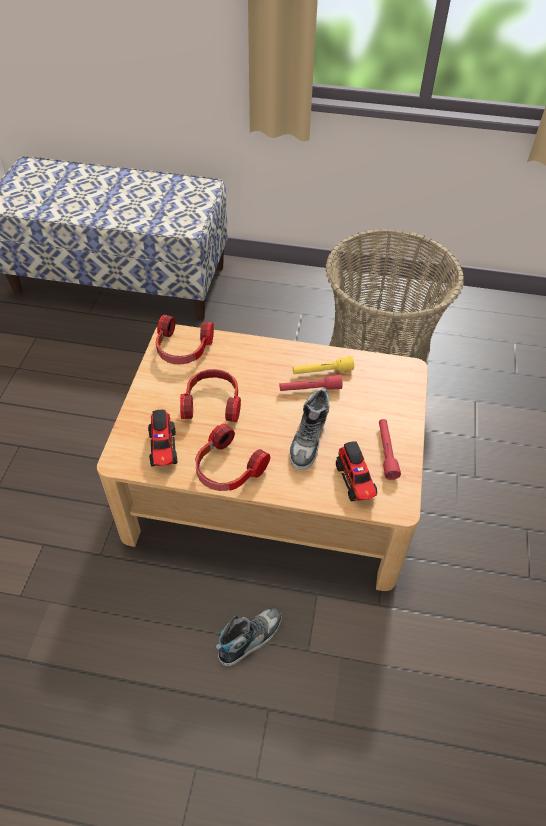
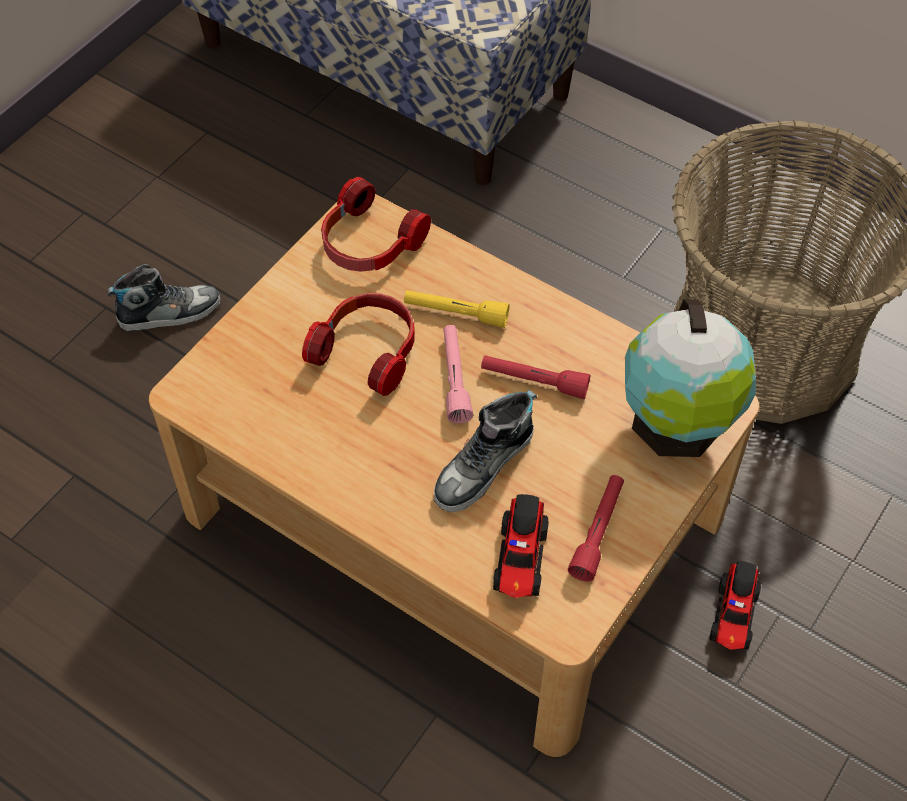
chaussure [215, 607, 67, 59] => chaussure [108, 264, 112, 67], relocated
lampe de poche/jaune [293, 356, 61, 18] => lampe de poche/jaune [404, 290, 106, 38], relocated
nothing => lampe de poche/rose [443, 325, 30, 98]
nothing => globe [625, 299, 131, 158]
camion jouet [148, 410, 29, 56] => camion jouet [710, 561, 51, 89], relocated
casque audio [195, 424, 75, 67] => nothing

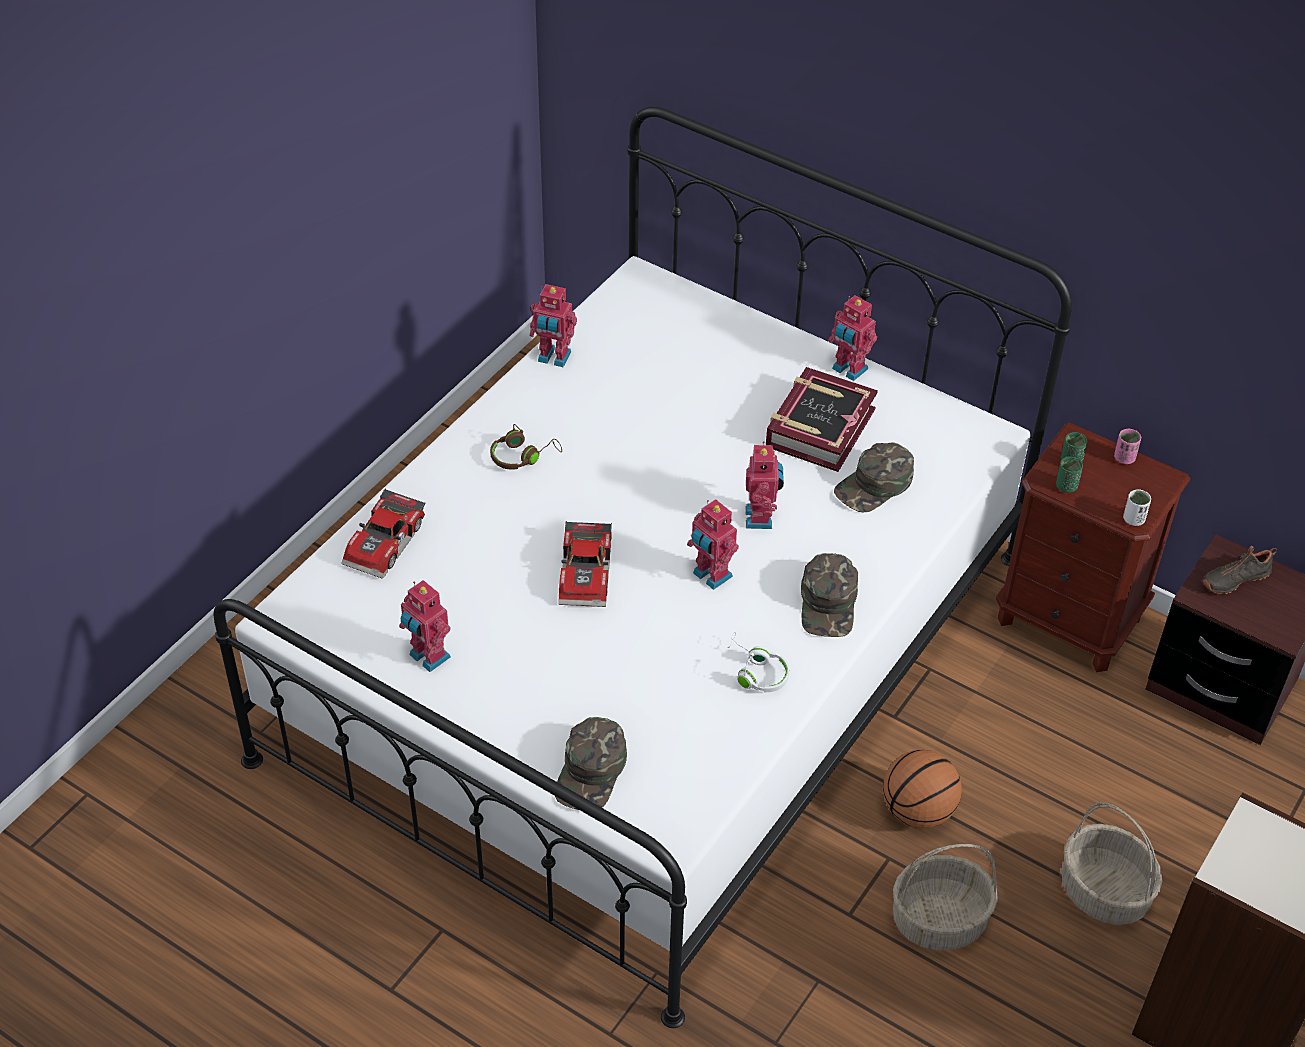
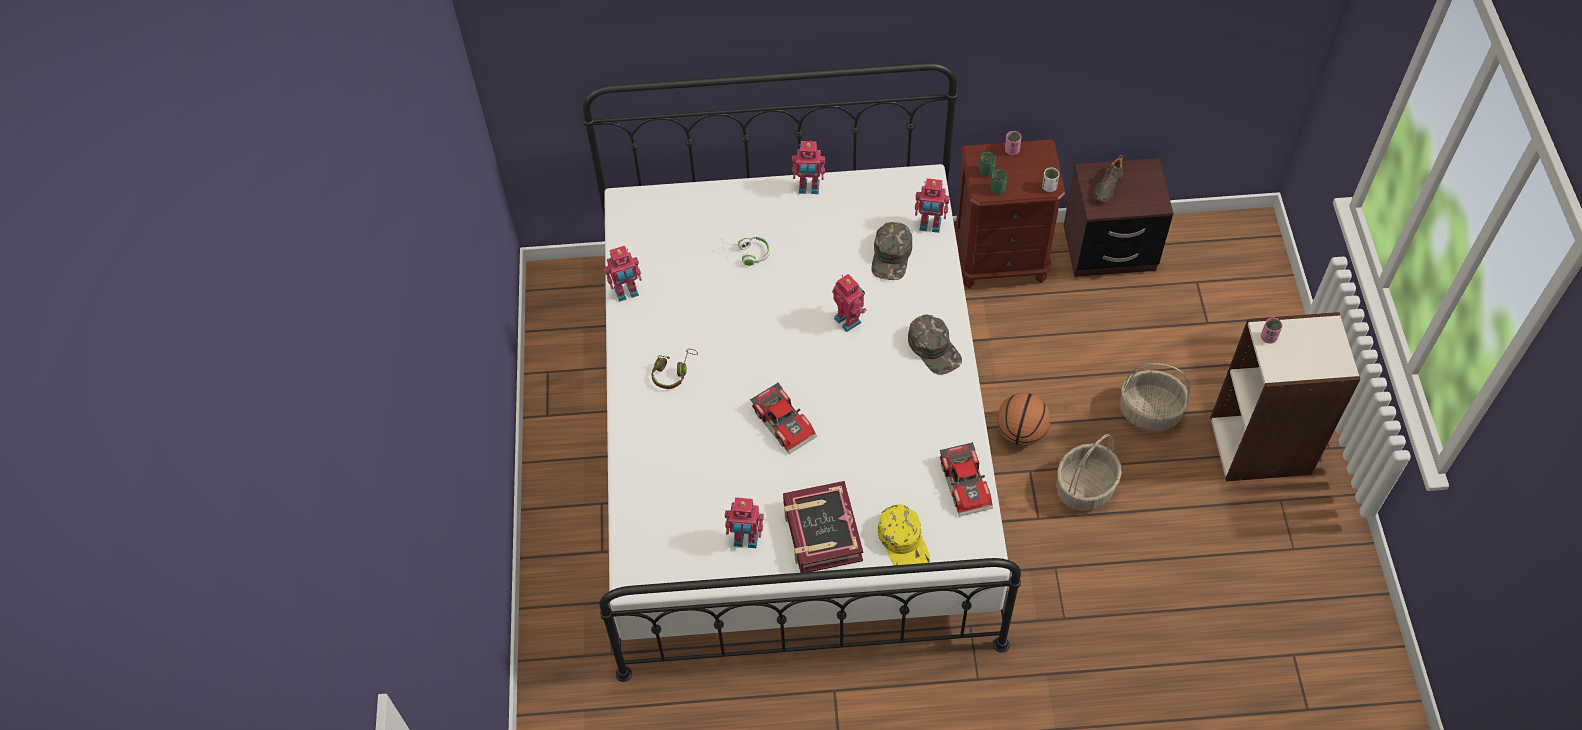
casque audio/blanc [727, 632, 63, 60] => casque audio/blanc [722, 236, 48, 30], relocated
livre [766, 367, 112, 105] => livre [783, 481, 80, 92], relocated
casquette/vert [555, 717, 72, 93] => casquette/jaune [878, 504, 52, 62]
robot jouet [687, 499, 52, 91] => robot jouet [915, 178, 34, 55], relocated
petite voiture [341, 489, 84, 90] => petite voiture [940, 442, 53, 75], relocated
nothing => tasse/rose [1261, 318, 21, 26]

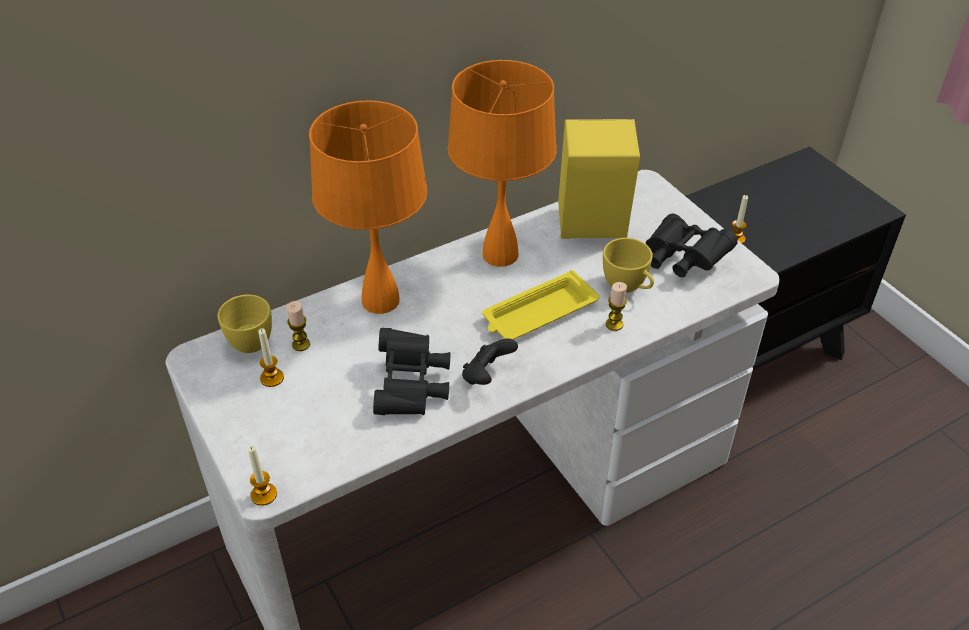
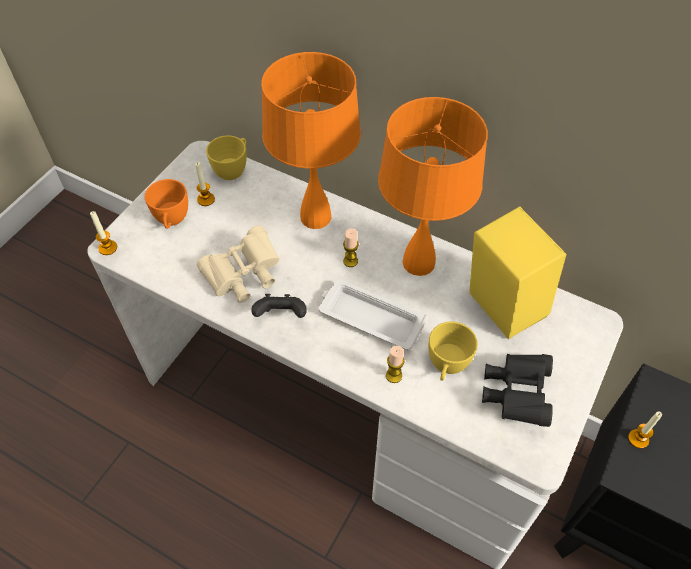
nothing => tasse/orange [145, 179, 43, 50]
jumelles/noir [373, 328, 77, 87] => jumelles/beige [197, 226, 83, 77]
plateau/jaune [482, 270, 118, 70] => plateau/blanc [319, 279, 108, 71]
bougie [287, 301, 23, 50] => bougie [343, 228, 16, 39], relocated

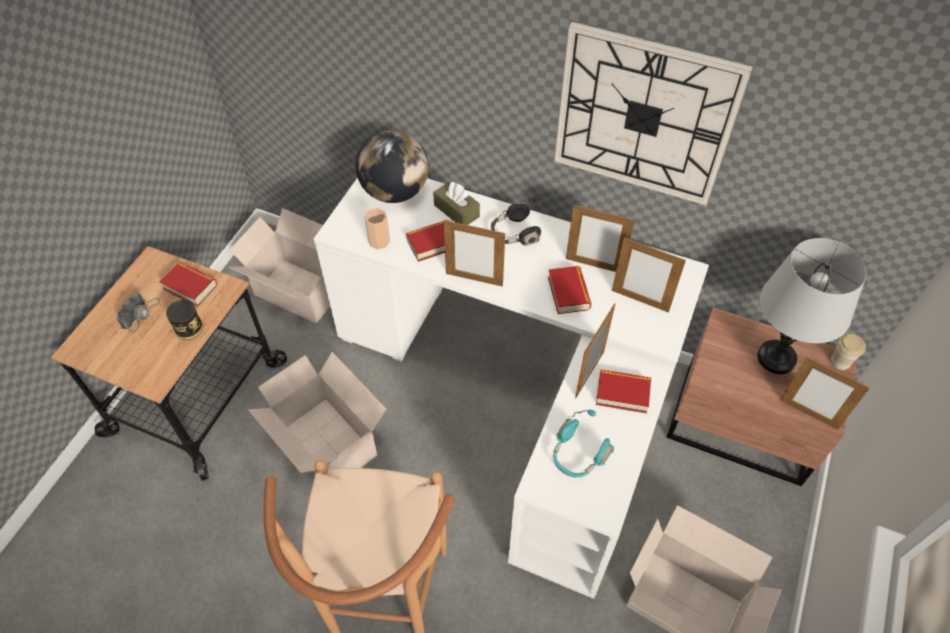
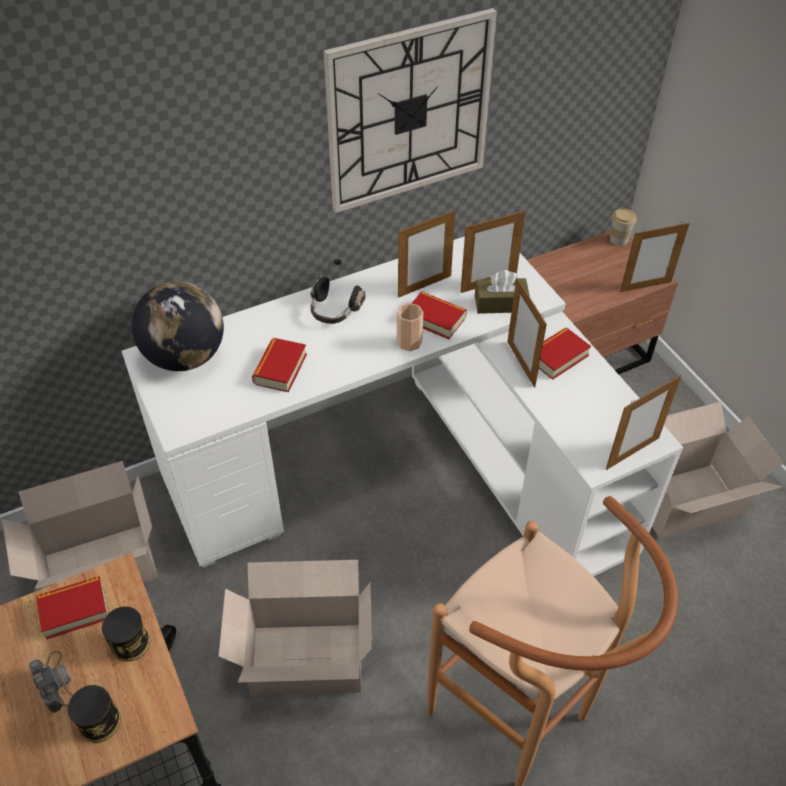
nothing => boîte métallique [68, 685, 52, 58]
tasse [364, 208, 26, 41] => tasse [397, 303, 26, 48], relocated
boîte à mouchoirs/marron [433, 181, 47, 44] => boîte à mouchoirs/marron [475, 270, 55, 44], relocated
cadre photo [444, 220, 61, 67] => cadre photo [606, 375, 75, 95], relocated
casque audio/turquoise [553, 409, 61, 68] => nothing
lampe de table/gris [757, 238, 109, 136] => nothing

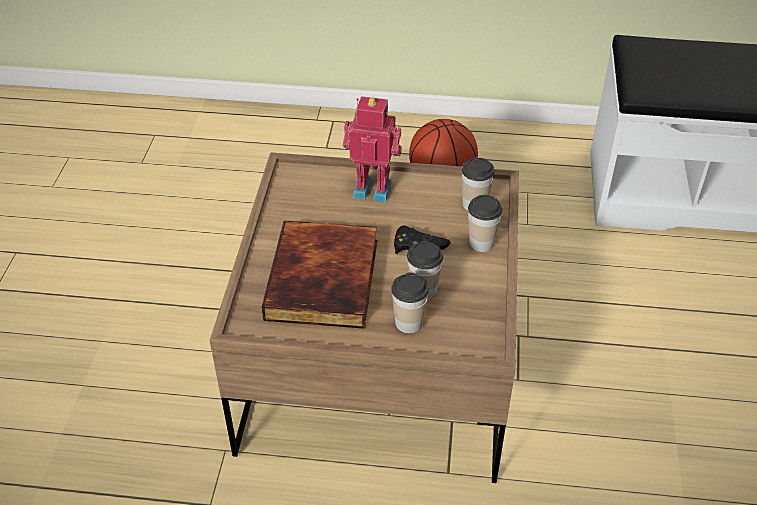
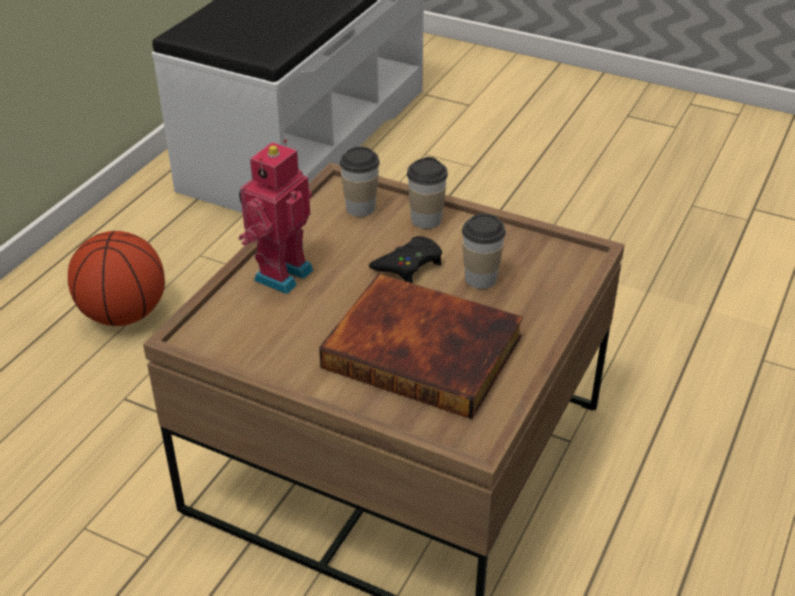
tasse [391, 272, 38, 61] => nothing

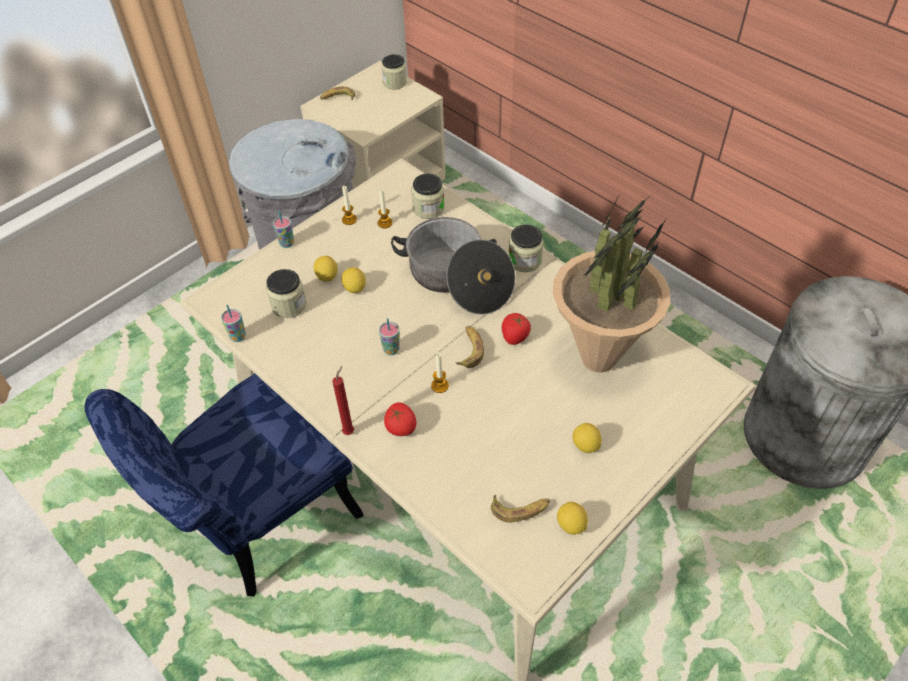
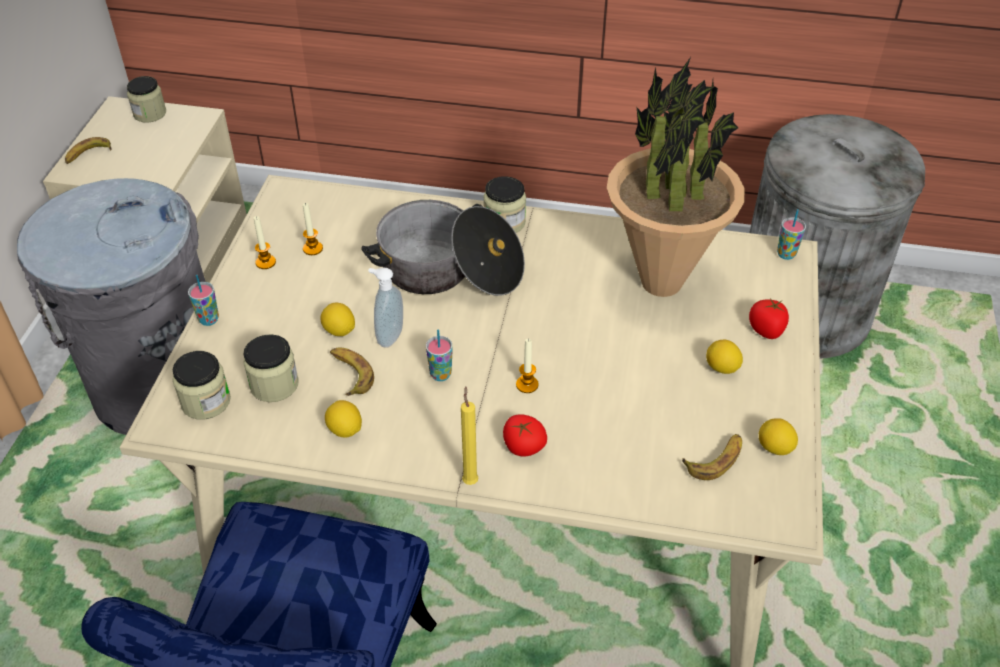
bocal [412, 174, 33, 45] => bocal [173, 351, 58, 69], relocated
citron [314, 256, 24, 26] => citron [325, 400, 37, 38], relocated
banane [455, 326, 29, 42] => banane [330, 347, 44, 49], relocated
nothing => distributeur de savon [368, 268, 35, 80]
bougie/rouge [332, 366, 22, 69] => bougie/jaune [461, 386, 17, 99]
tomate [502, 313, 29, 32] => tomate [749, 298, 40, 41], relocated
tasse [221, 305, 25, 37] => tasse [777, 209, 29, 51], relocated

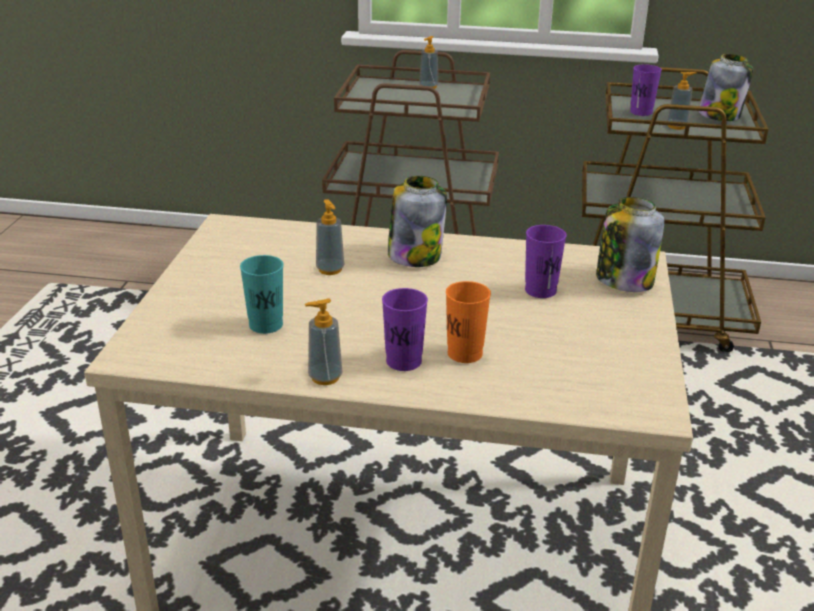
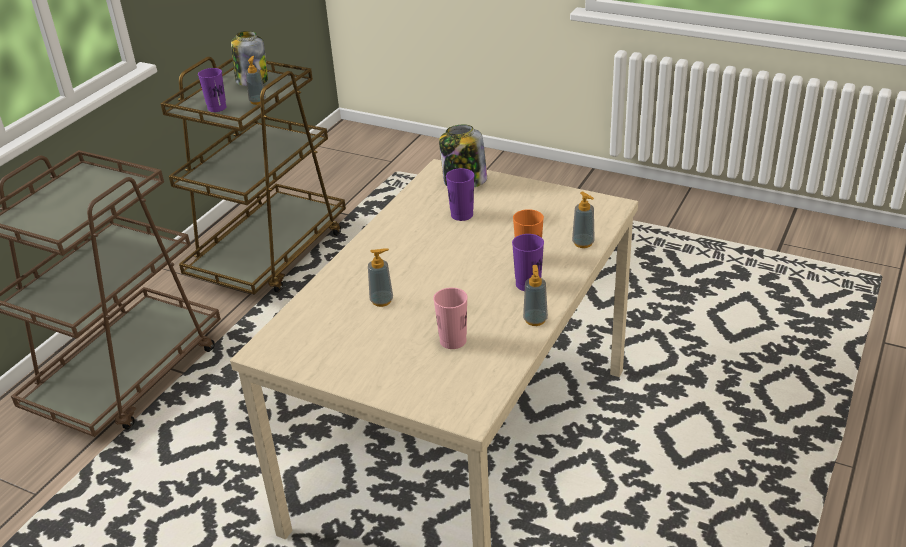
tasse/turquoise [240, 255, 43, 79] => tasse/rose [433, 288, 35, 61]
distributeur de savon [419, 36, 19, 53] => distributeur de savon [572, 192, 23, 56], relocated
bocal [388, 176, 59, 91] => nothing

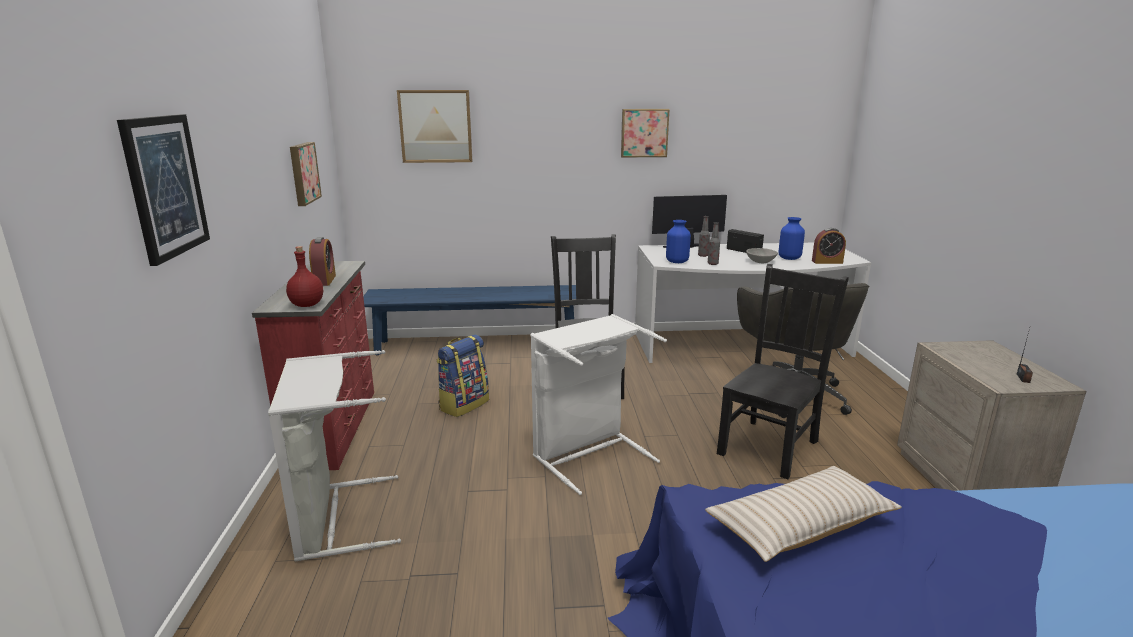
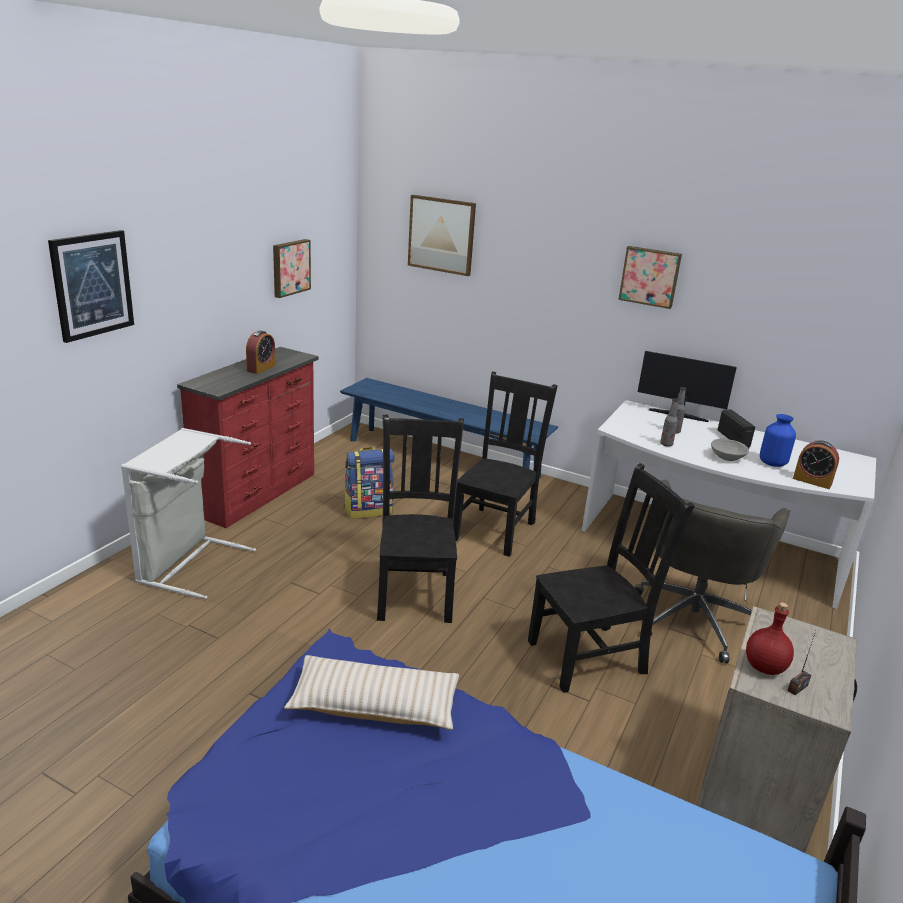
panier à linge/blanc [530, 314, 137, 181] => chaise/noir [377, 415, 87, 208]
bouteille/rouge [286, 246, 37, 61] => bouteille/rouge [746, 602, 48, 73], relocated
vase/bleu [666, 220, 25, 43] => nothing

